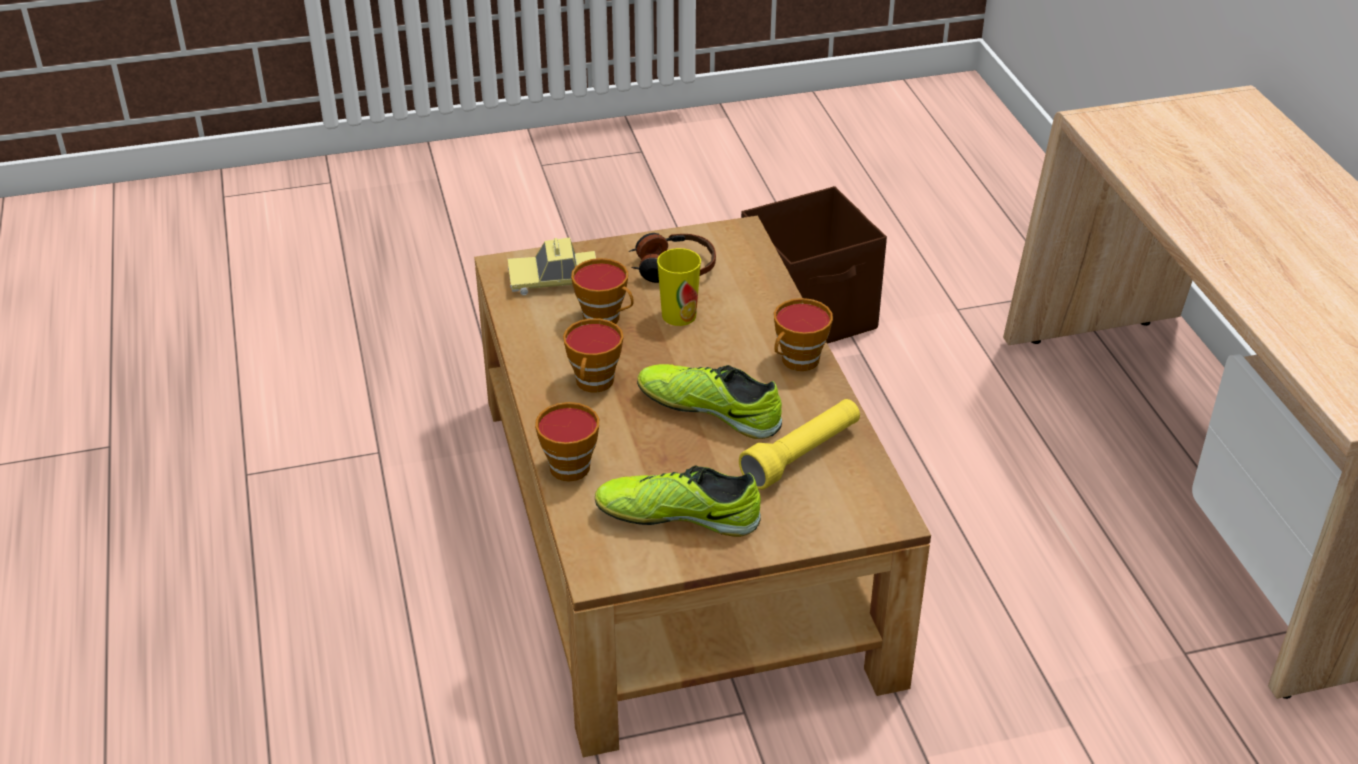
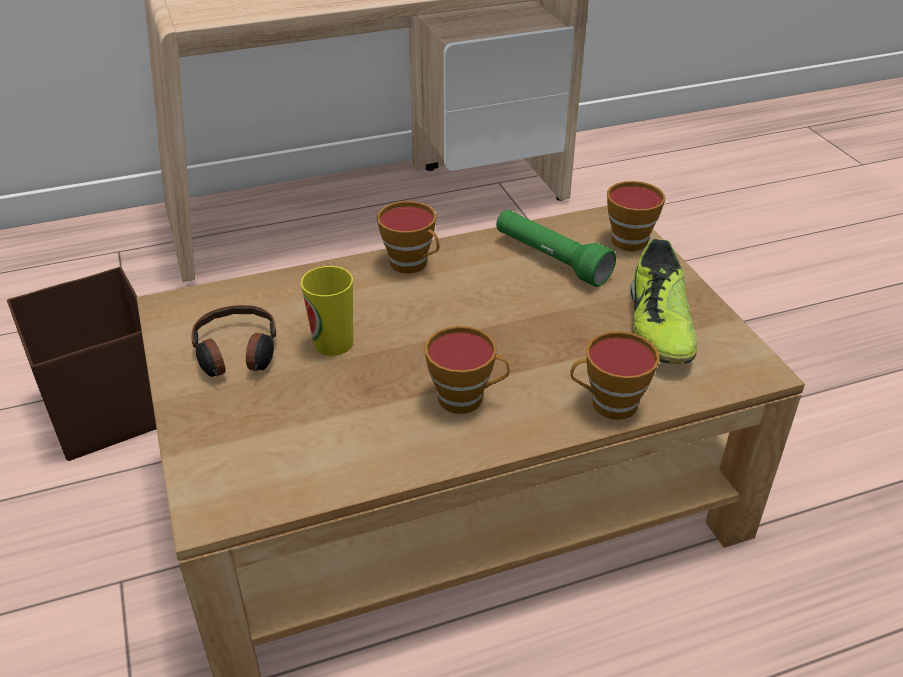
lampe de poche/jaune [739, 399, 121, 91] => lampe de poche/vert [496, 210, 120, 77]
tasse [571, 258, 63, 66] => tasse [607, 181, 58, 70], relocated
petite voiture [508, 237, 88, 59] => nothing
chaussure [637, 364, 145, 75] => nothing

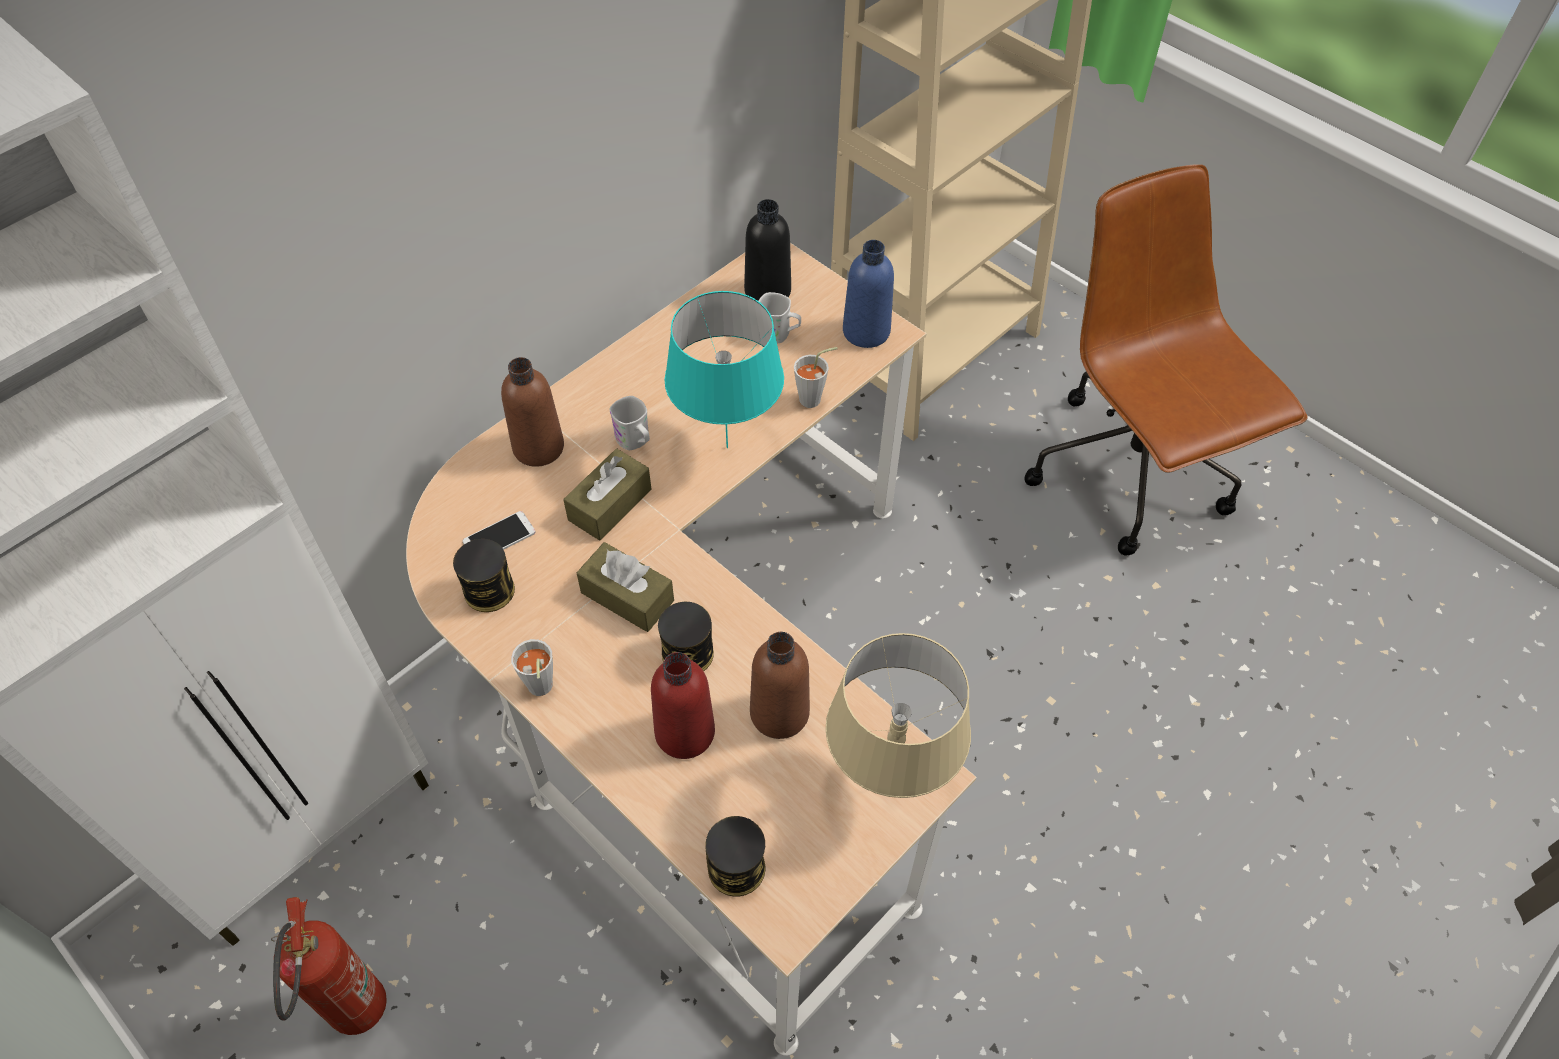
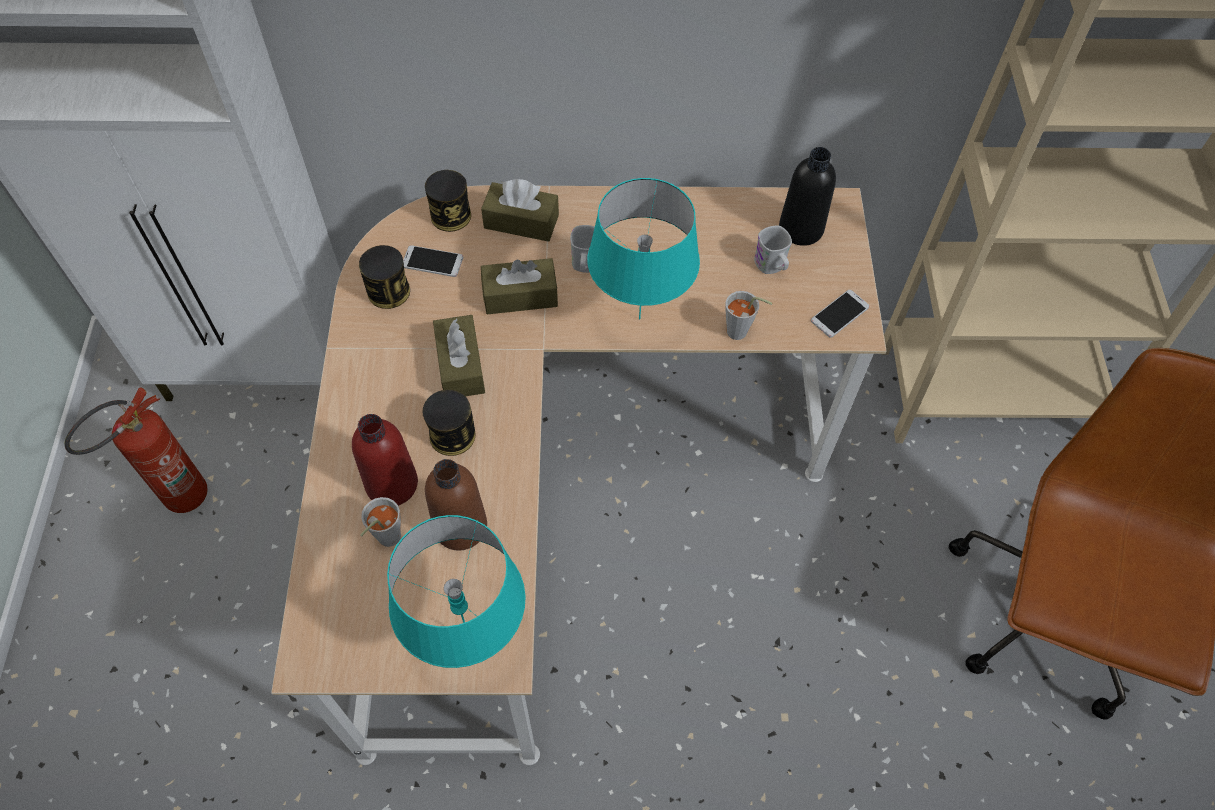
tasse/gris [511, 639, 42, 57] => tasse/gris [360, 497, 41, 50], relocated
lampe de table/beige [825, 633, 146, 165] => lampe de table/turquoise [387, 515, 139, 153]
boîte métallique [706, 816, 59, 81] => boîte métallique [425, 170, 46, 62], relocated
bouteille/marron [501, 357, 63, 110] => boîte à mouchoirs/marron [481, 179, 78, 63]
bouteille/bleu [843, 240, 51, 108] => téléphone [811, 290, 58, 48]

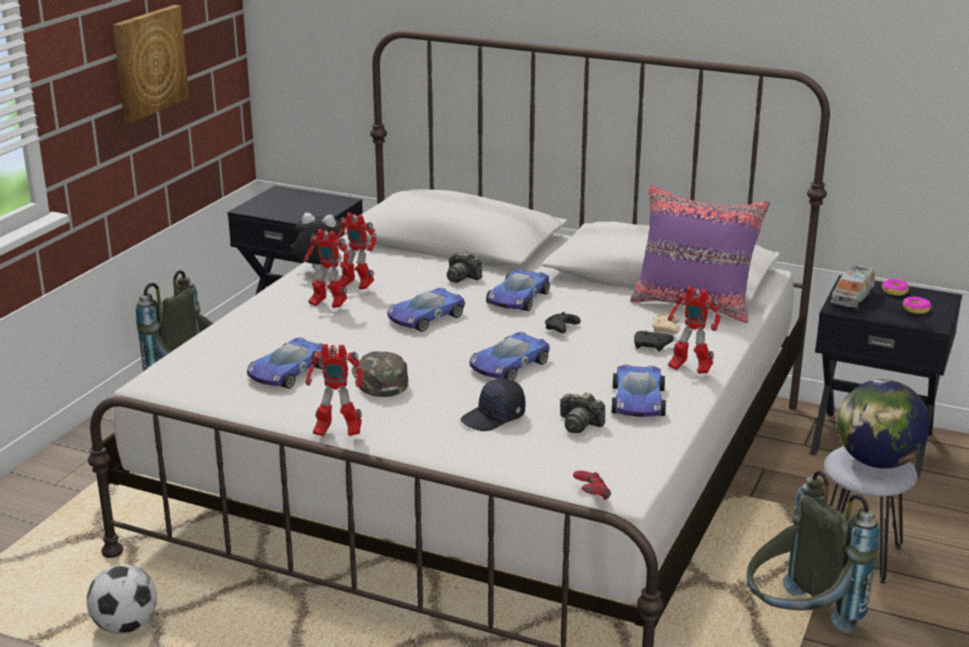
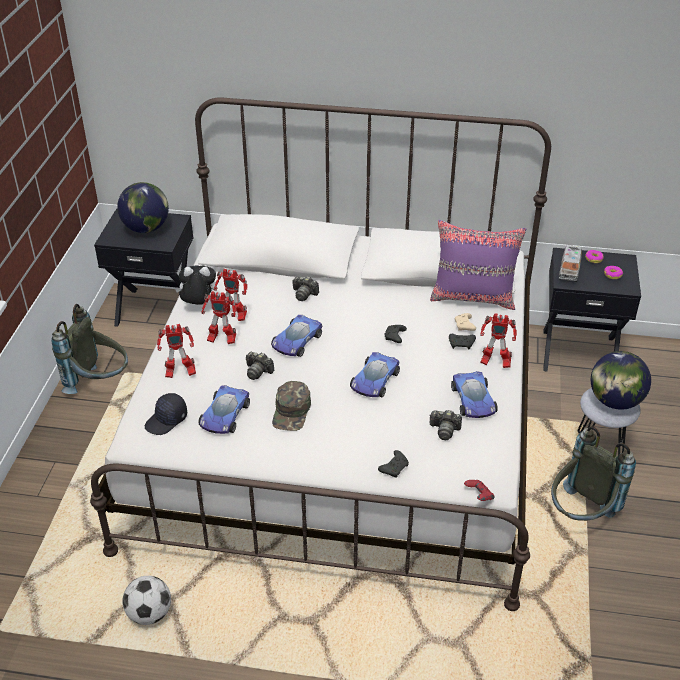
nothing => globe [117, 182, 52, 51]
casquette/noir [461, 378, 64, 53] => casquette/noir [145, 393, 42, 42], relocated
robot jouet [306, 344, 57, 93] => robot jouet [157, 324, 39, 54], relocated
nothing => appareil photo [246, 352, 28, 28]
casquette/vert [352, 351, 56, 46] => casquette/vert [272, 381, 39, 50], 135 degrees counterclockwise
nothing => manette/noir [378, 450, 31, 28]
tableau [113, 5, 76, 118] => nothing
petite voiture [486, 268, 64, 43] => nothing

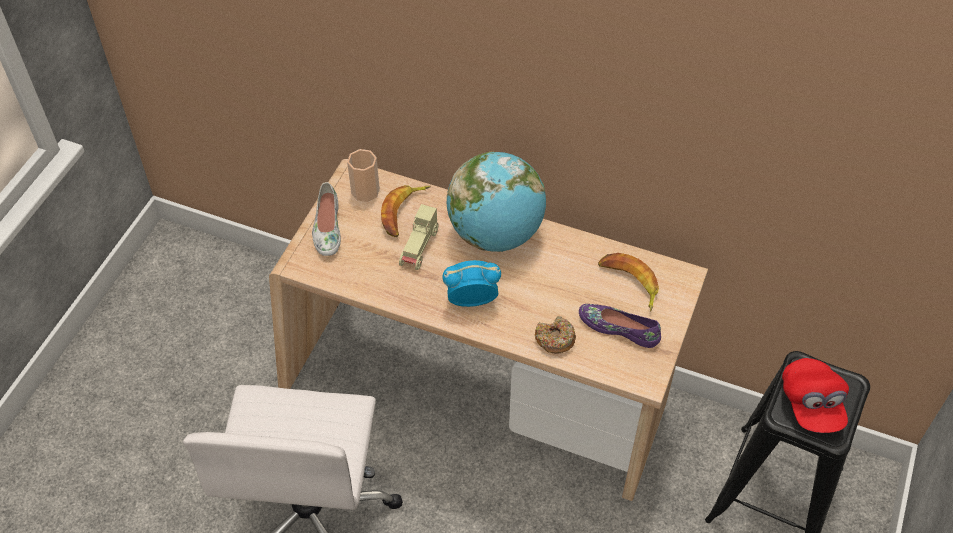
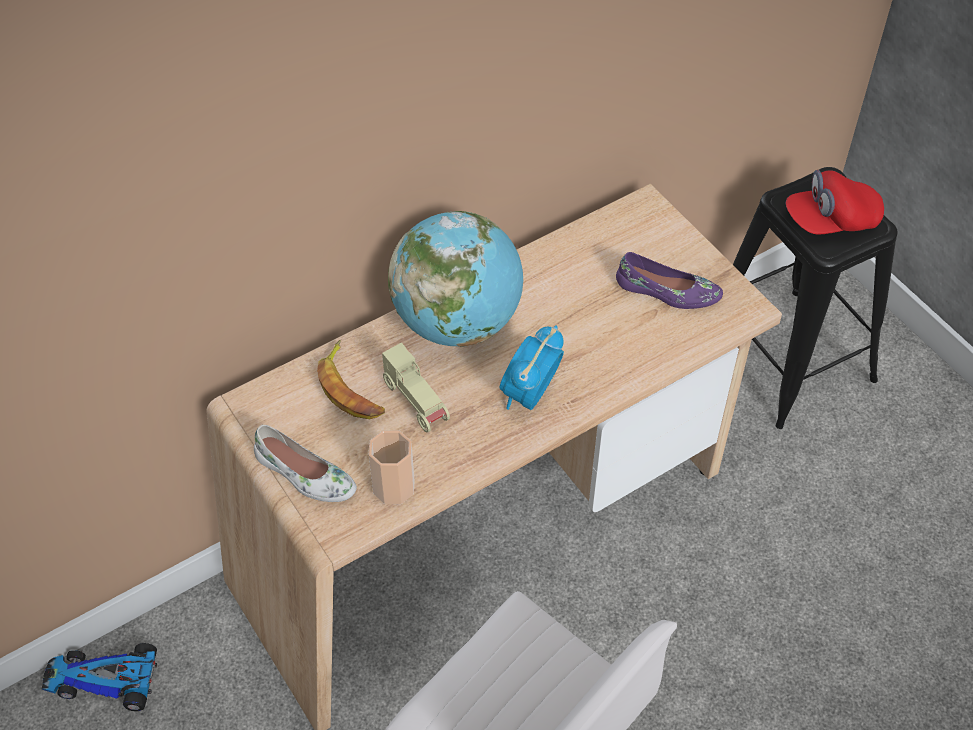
nothing => petite voiture [42, 643, 115, 68]
tasse [347, 149, 33, 53] => tasse [369, 430, 45, 74], relocated
chaussure/violet [579, 304, 82, 44] => chaussure/violet [616, 252, 107, 57], 135 degrees counterclockwise
casquette/rouge [782, 358, 67, 75] => casquette/rouge [786, 170, 98, 65], 135 degrees clockwise
beignet [535, 316, 41, 38] => nothing
banane [598, 253, 61, 58] => nothing

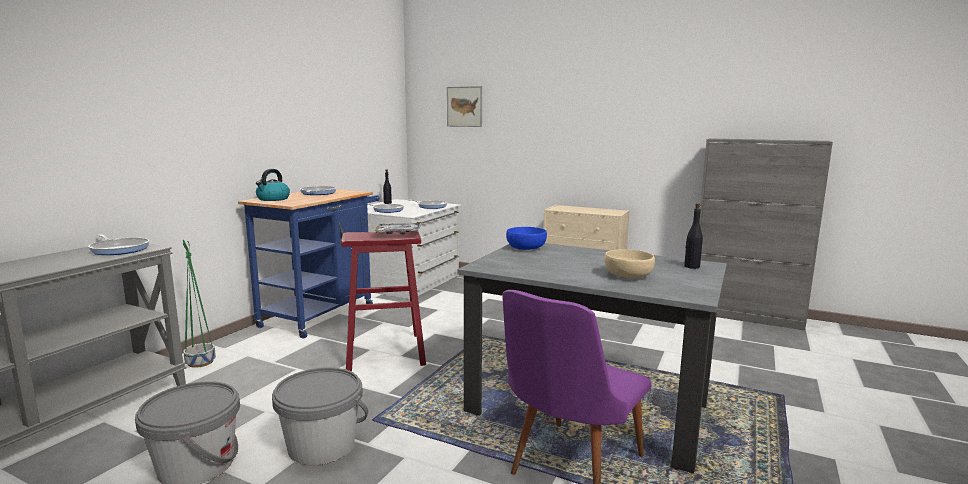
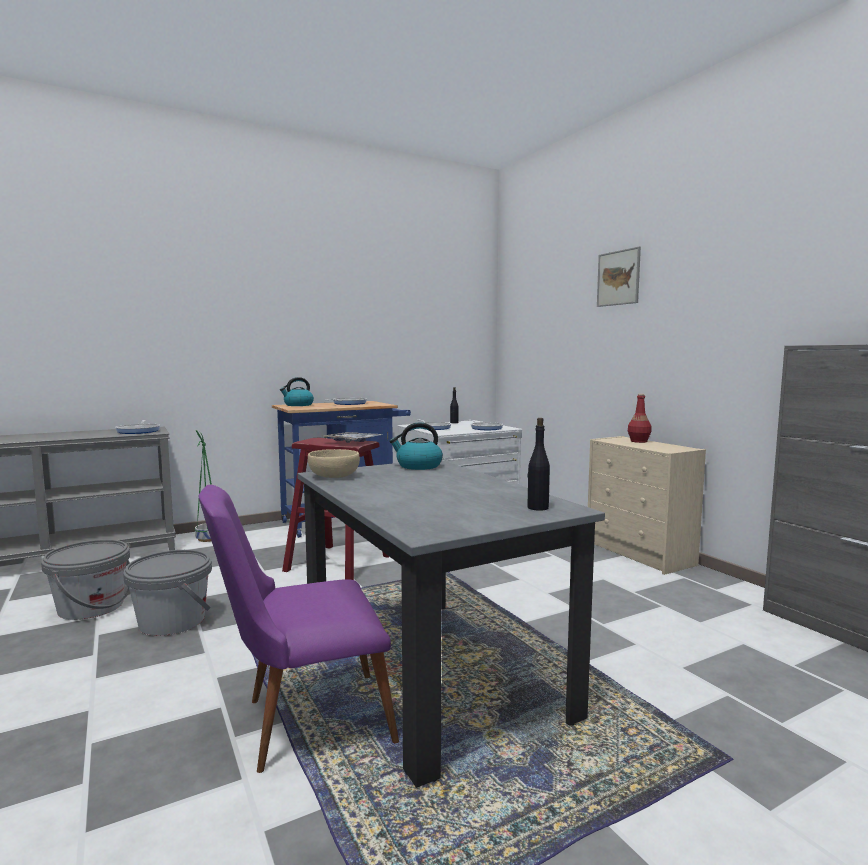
bol/beige [604, 249, 51, 29] => bol/beige [308, 449, 52, 29], relocated
bol/bleu [506, 227, 41, 23] => bouilloire [389, 422, 54, 48]
tableau [447, 86, 35, 41] => tableau [597, 246, 44, 61], relocated
nothing => bouteille/rouge [628, 394, 23, 49]

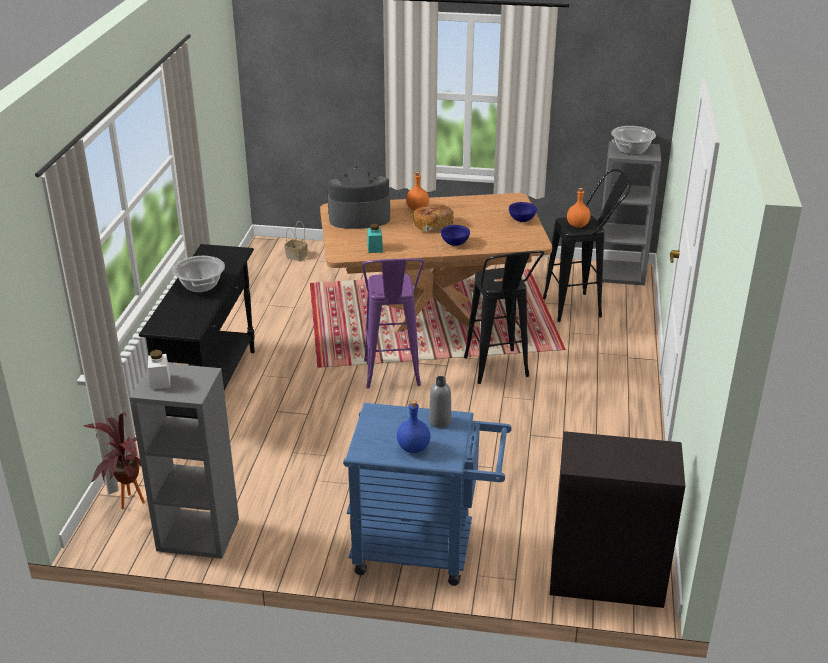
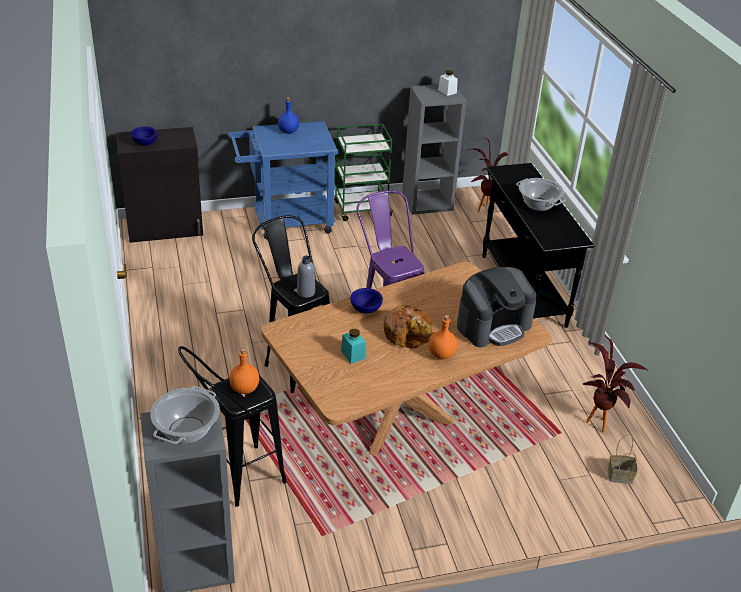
bol/bleu [509, 202, 28, 20] => bol/bleu [131, 126, 27, 20], relocated
bouteille/gris [429, 376, 23, 52] => bouteille/gris [297, 255, 18, 43], relocated
nothing => chariot/vert [334, 123, 59, 98]
bocal/turquoise [367, 224, 16, 29] => bocal/turquoise [341, 329, 25, 35], relocated
nothing => plante en pot [582, 336, 65, 97]

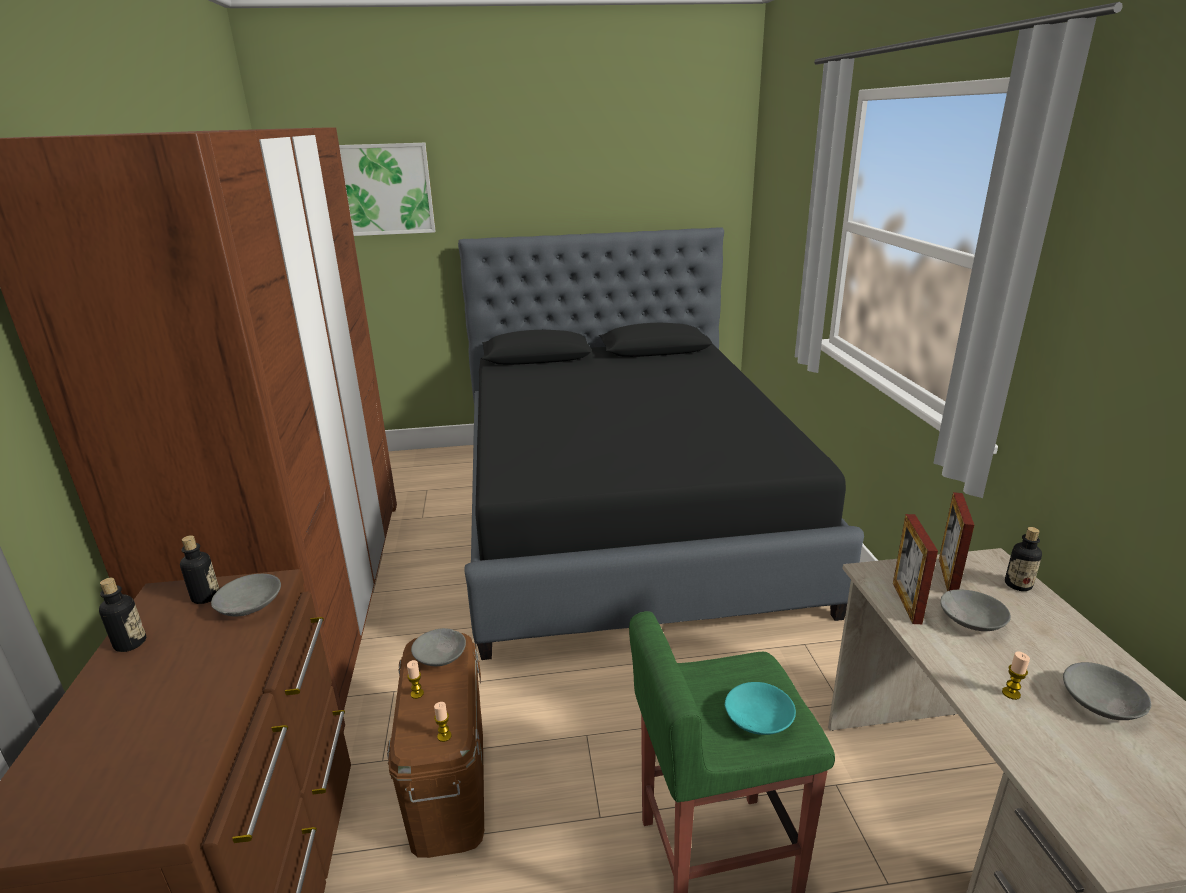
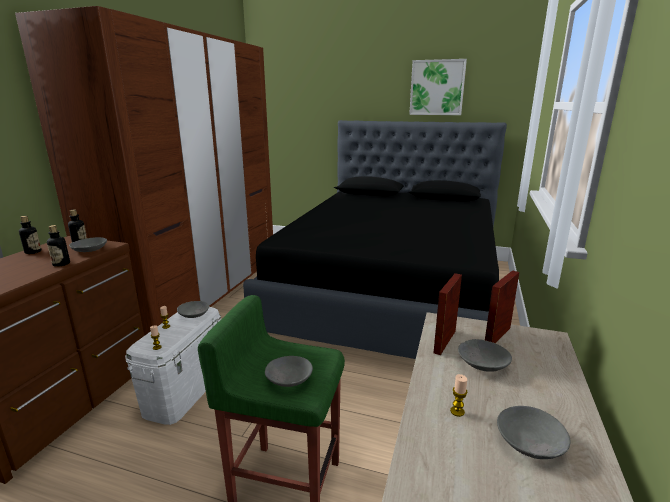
bouteille [1005, 527, 37, 64] => bouteille [47, 225, 23, 42], relocated
boîte de rangement/marron [387, 633, 97, 225] => boîte de rangement/blanc [125, 307, 96, 118]
bol/turquoise [725, 682, 71, 53] => bol/gris [265, 356, 48, 31]
tableau [339, 143, 97, 93] => tableau [409, 59, 58, 56], relocated

